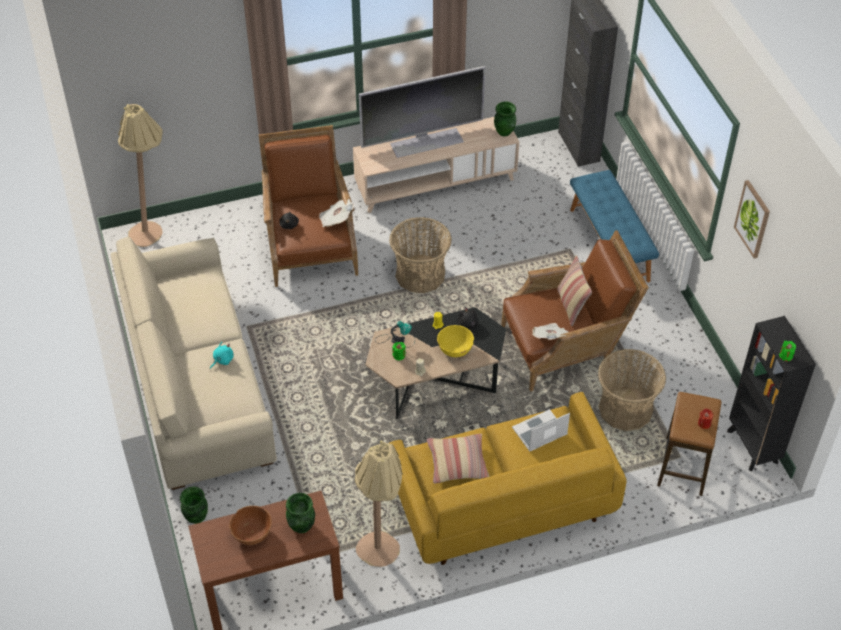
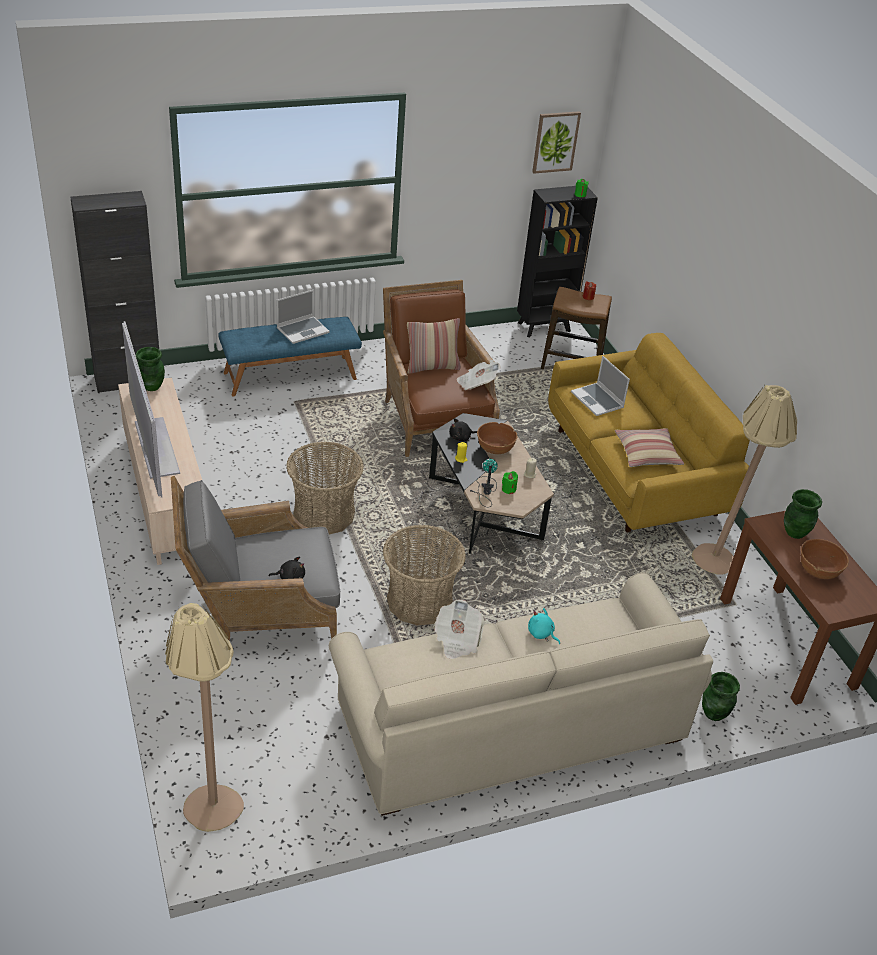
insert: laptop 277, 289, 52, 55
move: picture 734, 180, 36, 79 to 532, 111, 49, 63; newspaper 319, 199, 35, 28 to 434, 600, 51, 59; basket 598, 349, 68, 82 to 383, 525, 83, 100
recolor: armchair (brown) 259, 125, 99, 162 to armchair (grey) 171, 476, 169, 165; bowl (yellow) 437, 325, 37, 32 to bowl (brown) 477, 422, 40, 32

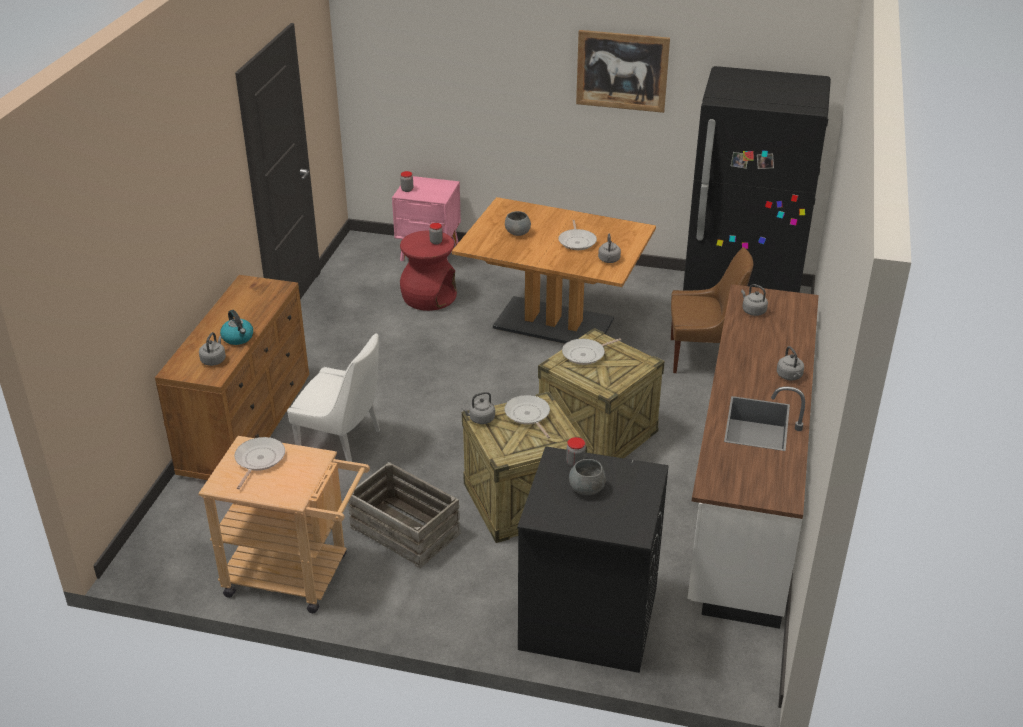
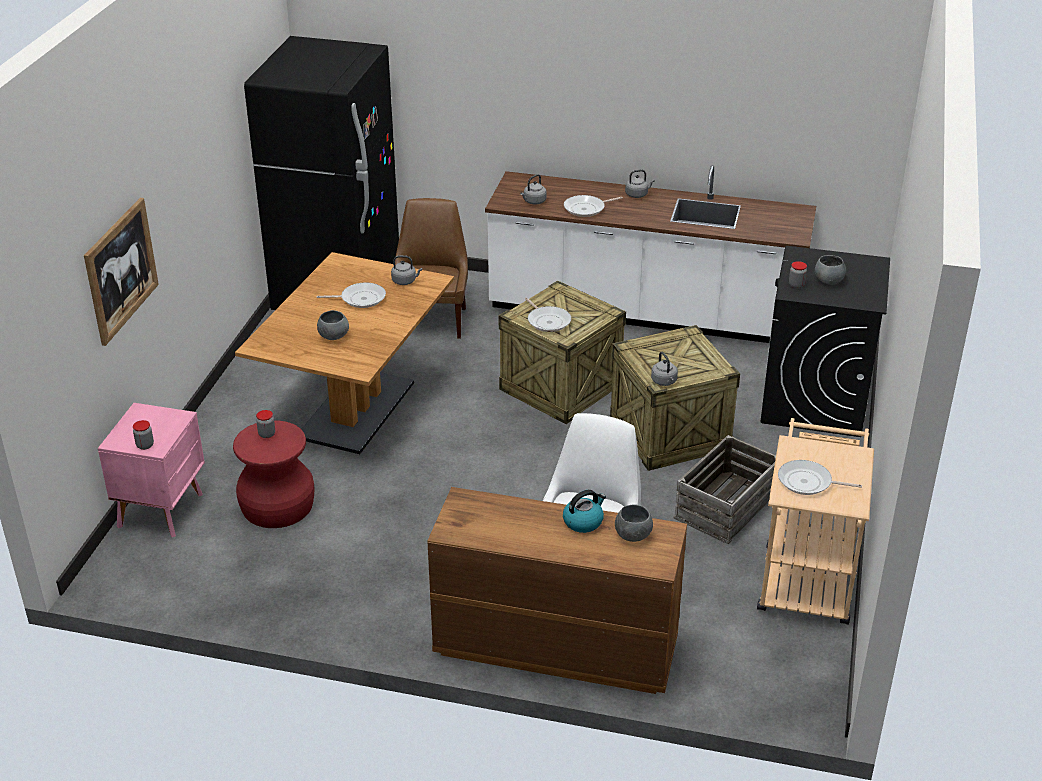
move: picture 576, 30, 94, 83 to 84, 198, 75, 148; frying pan 504, 395, 46, 43 to 564, 195, 59, 22
replace: kettle (grey) 199, 332, 27, 34 to bowl (grey) 615, 504, 38, 38

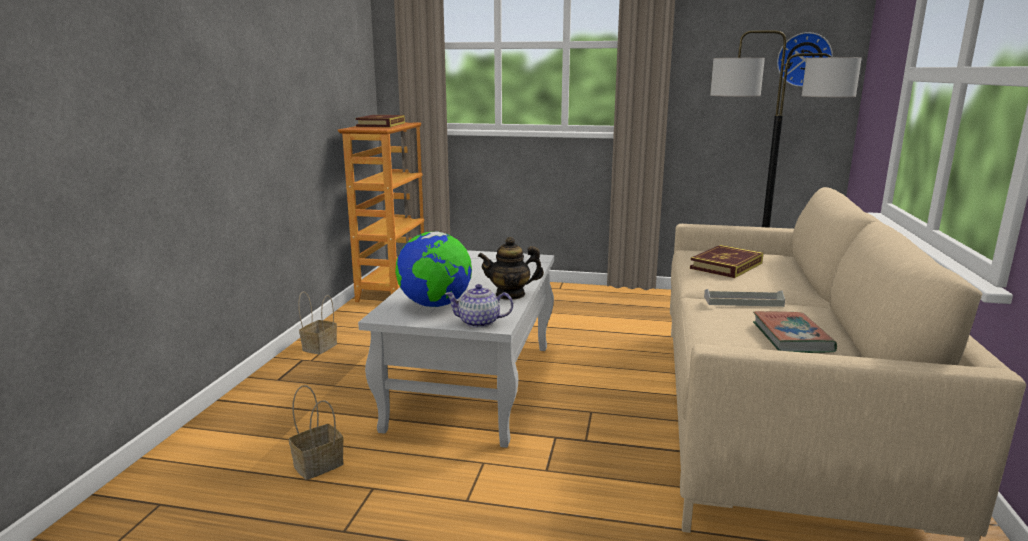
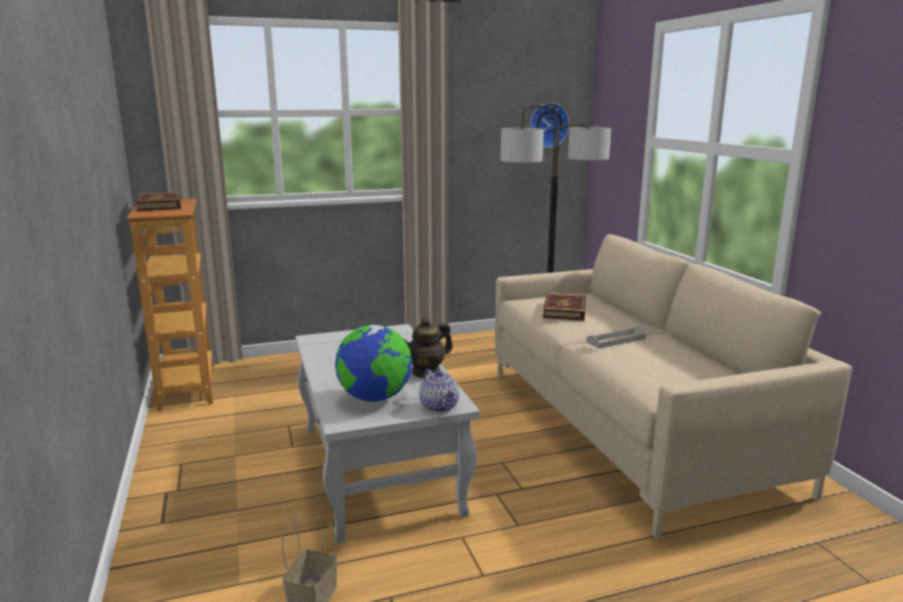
delete: basket 298, 292, 39, 62; book 753, 311, 84, 42
rotate: teapot 445, 284, 68, 44 = 419, 369, 40, 44 90 degrees counterclockwise

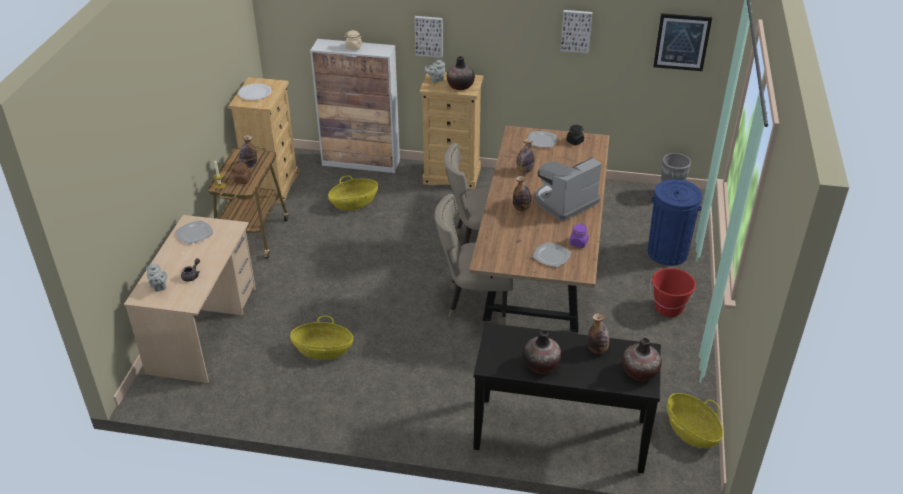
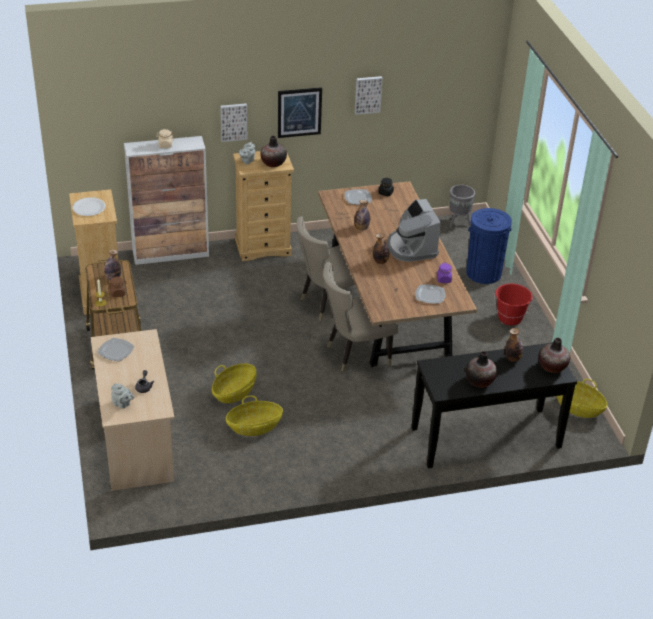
move: picture 653, 13, 59, 58 to 278, 87, 44, 51; basket 328, 175, 50, 36 to 212, 363, 45, 40
rotate: coffee machine 535, 157, 67, 64 = 387, 199, 54, 63 45 degrees counterclockwise

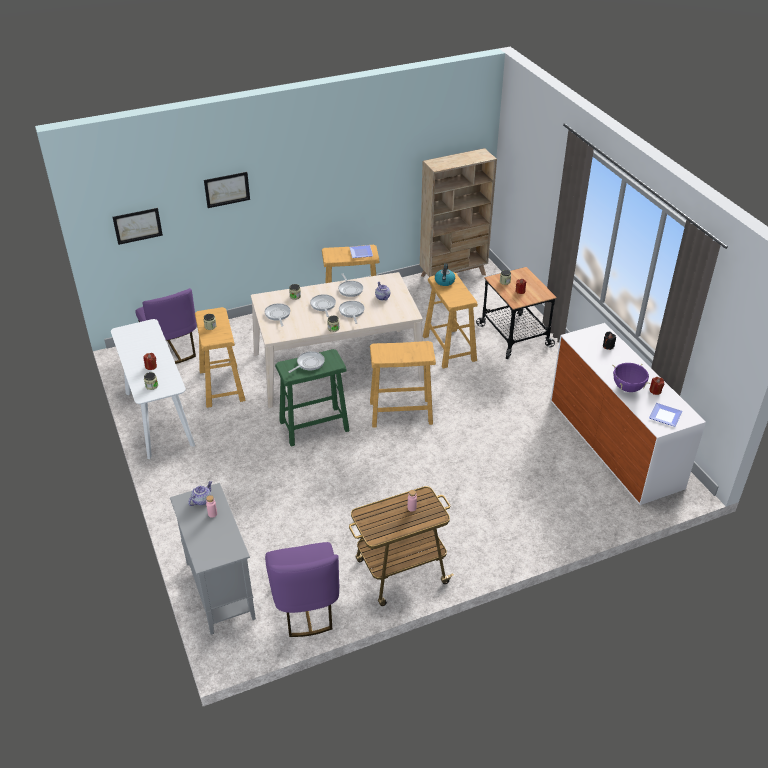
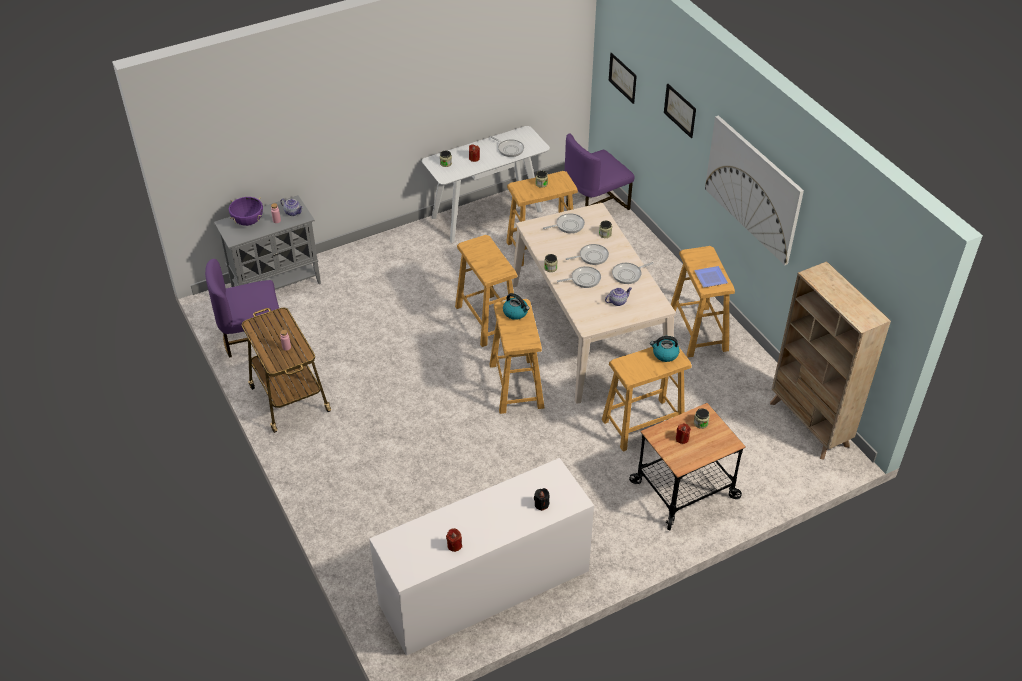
delete: plate 649, 403, 33, 24
insert: picture 705, 115, 99, 150; kettle 503, 293, 27, 27
move: frying pan 288, 351, 37, 22 to 490, 136, 34, 21; cooking pot (purple) 612, 363, 38, 29 to 229, 197, 34, 29
recolor: stool (green) 275, 349, 75, 98 to stool (beige) 455, 235, 62, 112

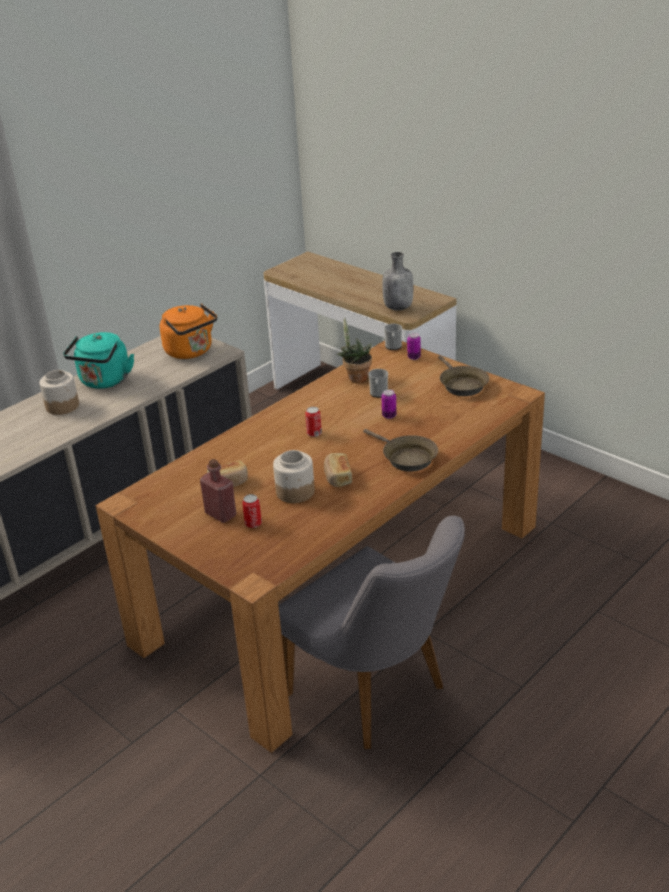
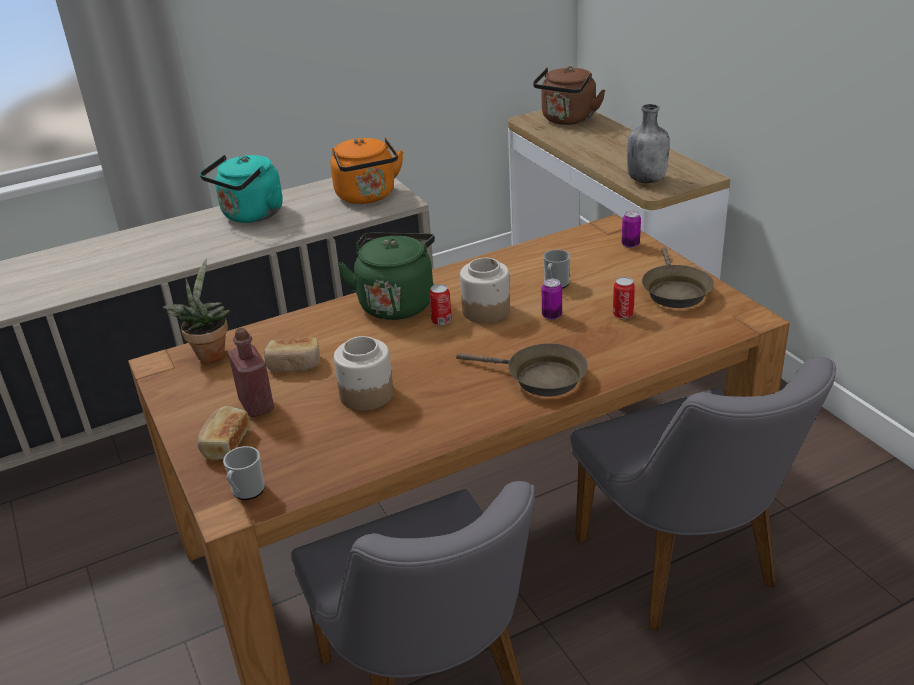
insert: kettle (brown) 533, 66, 73, 59; kettle (green) 337, 232, 98, 88; chair (grey) 570, 357, 266, 274
move: potted plant 337, 317, 35, 66 to 162, 259, 68, 103; mug 384, 324, 18, 26 to 223, 446, 42, 54; jar 40, 370, 39, 45 to 460, 258, 50, 65; bread 324, 453, 28, 34 to 197, 406, 53, 54; can 242, 494, 20, 34 to 613, 277, 22, 42
rotate: frying pan (brown) 363, 429, 75, 43 = 456, 344, 132, 53 45 degrees counterclockwise

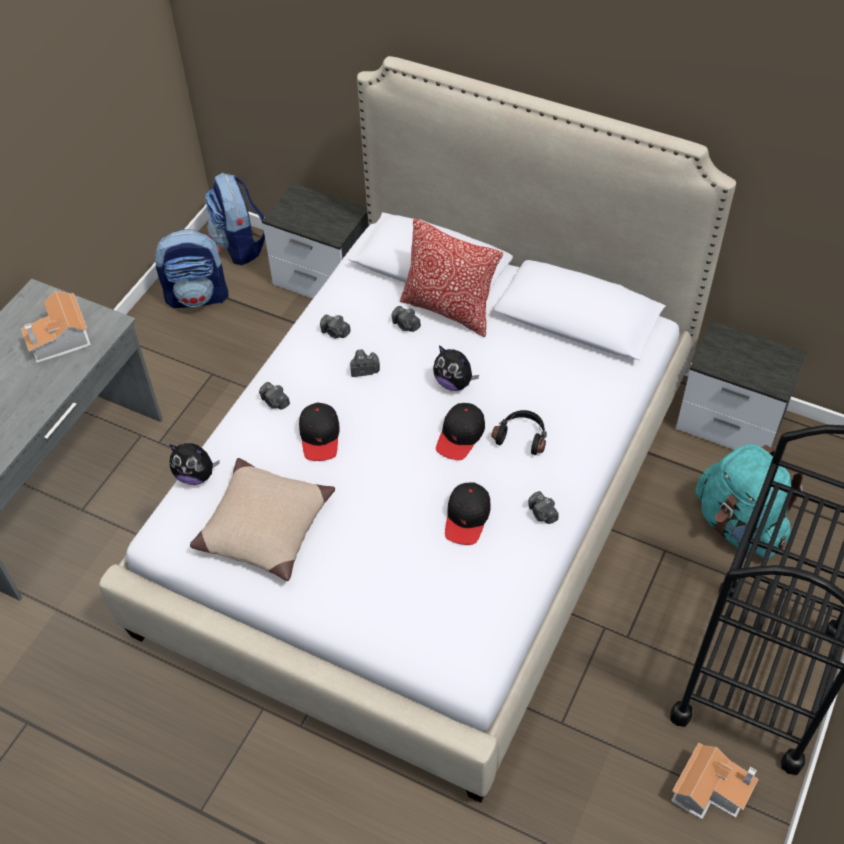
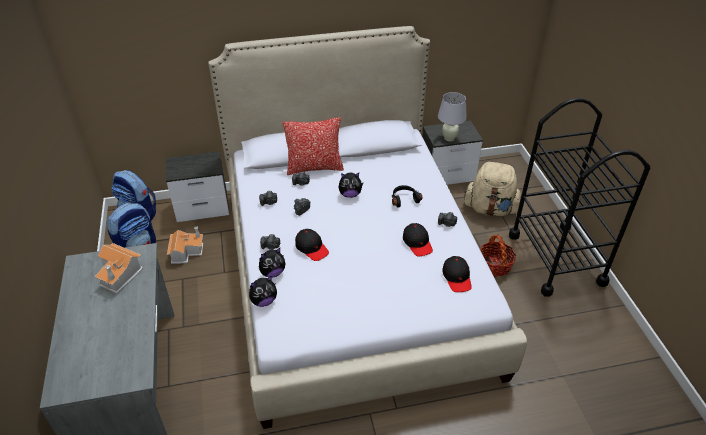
delete: pillow (beige) 190, 458, 145, 123
insert: table lamp (white) 438, 92, 29, 49; basket 480, 234, 36, 43; plush toy 259, 248, 27, 30
move: cap (black) 436, 403, 49, 57 to 442, 256, 30, 36; toy house 671, 742, 88, 77 to 167, 227, 36, 37
recolor: backpack (turquoise) 696, 444, 107, 114 to backpack (beige) 464, 162, 57, 54

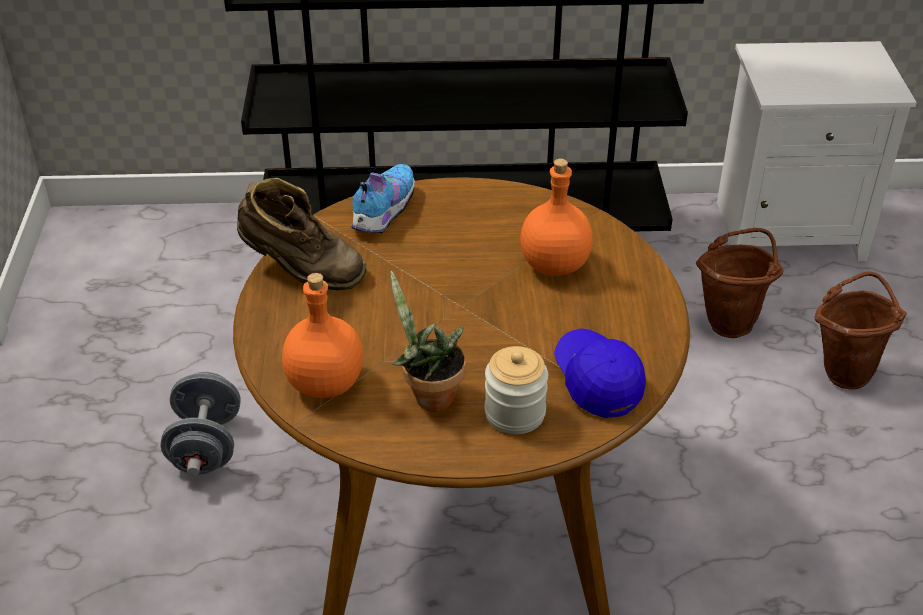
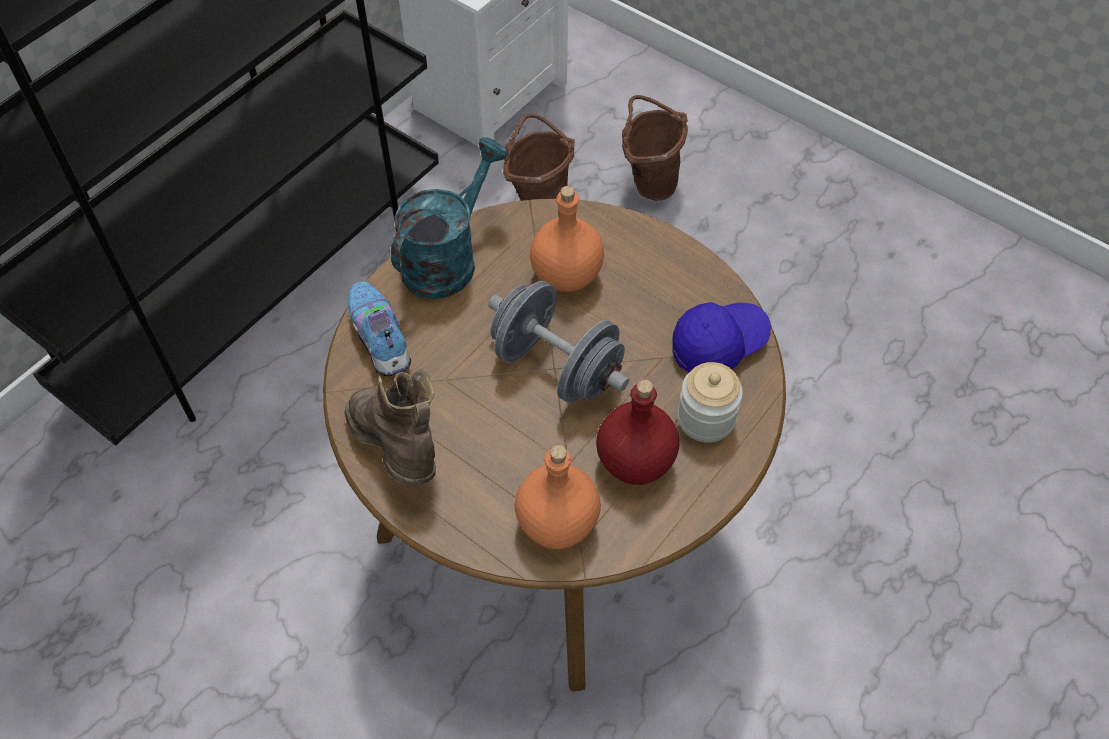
insert: watering can (turquoise) 391, 137, 117, 162
move: dumbbell (grey) 160, 372, 81, 104 to 488, 281, 141, 122
replace: potted plant 390, 271, 76, 140 to bottle (red) 596, 379, 83, 106
rotate: boot (brown) 237, 178, 129, 112 = 344, 369, 91, 116 90 degrees counterclockwise; cap (blue) 554, 329, 92, 89 = 672, 302, 99, 71 135 degrees clockwise

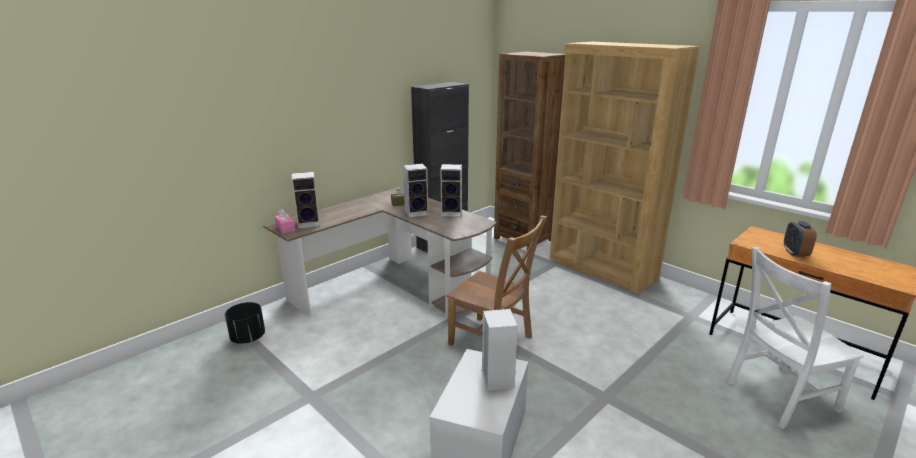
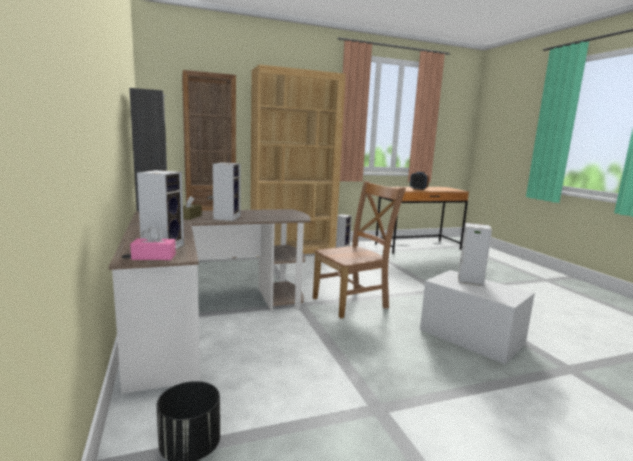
delete: chair (white) 726, 247, 138, 182
move: speaker 440, 164, 22, 53 to 336, 214, 16, 34

